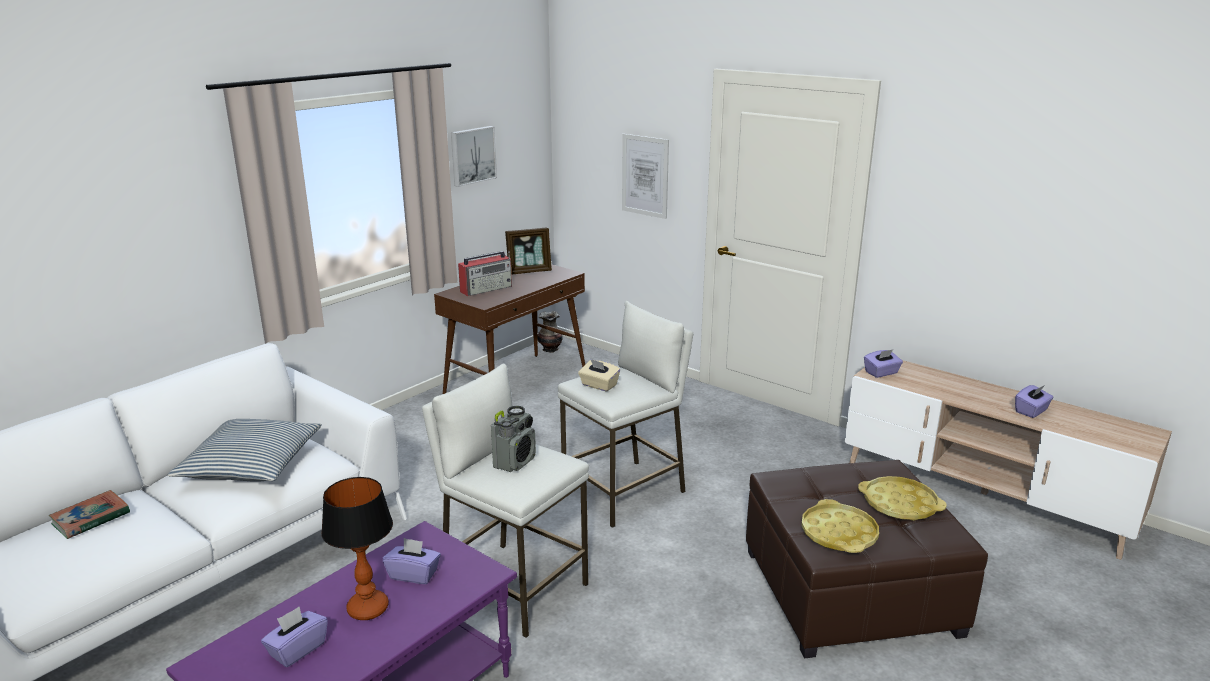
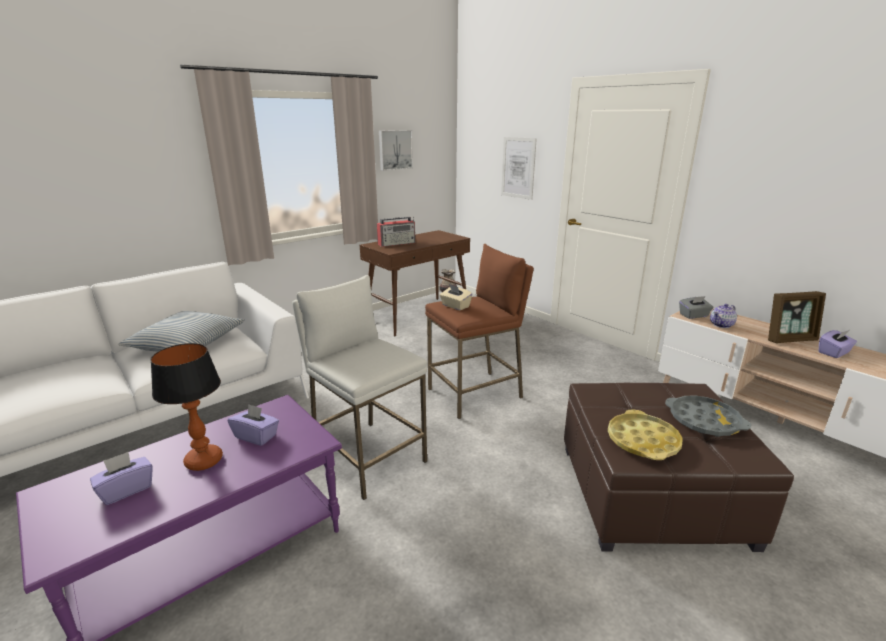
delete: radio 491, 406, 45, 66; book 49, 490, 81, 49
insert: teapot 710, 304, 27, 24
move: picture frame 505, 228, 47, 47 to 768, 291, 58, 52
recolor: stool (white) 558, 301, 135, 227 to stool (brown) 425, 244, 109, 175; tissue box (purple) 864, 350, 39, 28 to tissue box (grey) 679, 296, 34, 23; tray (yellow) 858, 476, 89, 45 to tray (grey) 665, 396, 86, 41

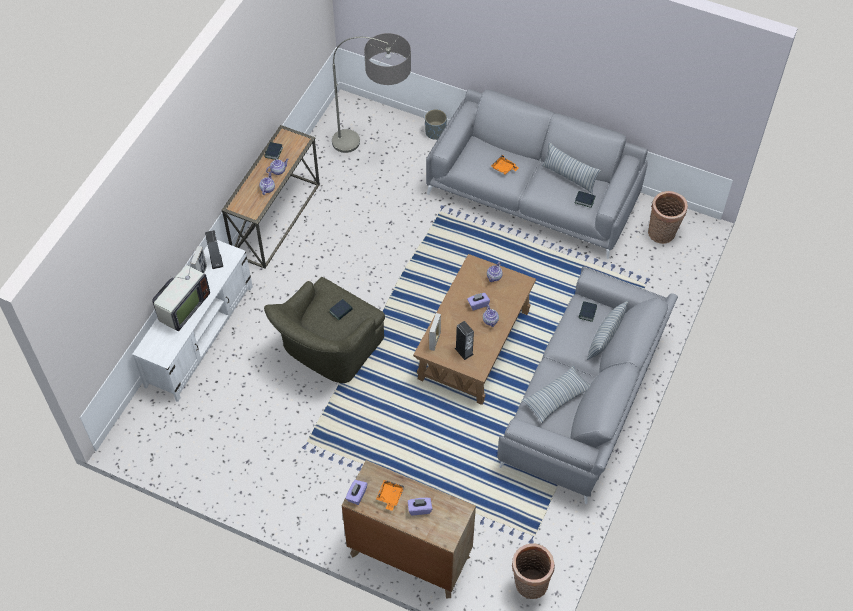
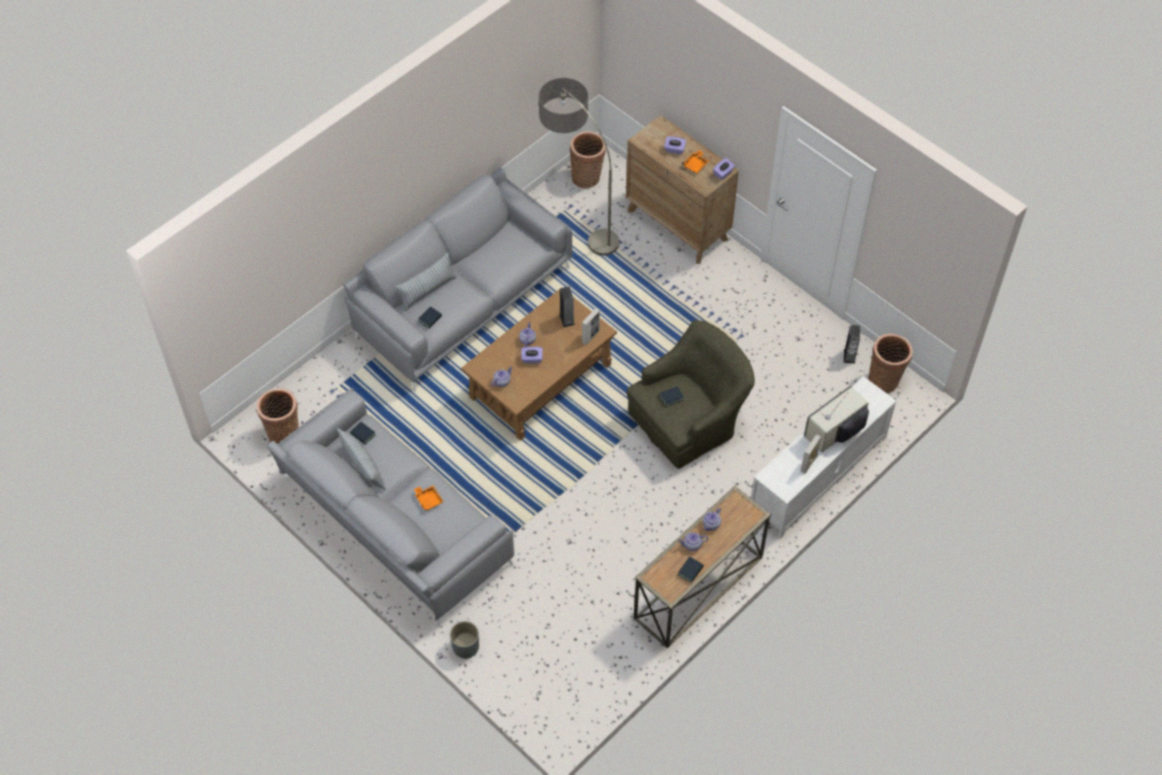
delete: pillow 521, 366, 69, 57
insert: basket 868, 334, 45, 59
move: floor lamp 332, 33, 79, 120 to 539, 78, 80, 177; speaker 205, 230, 18, 39 to 844, 325, 16, 39

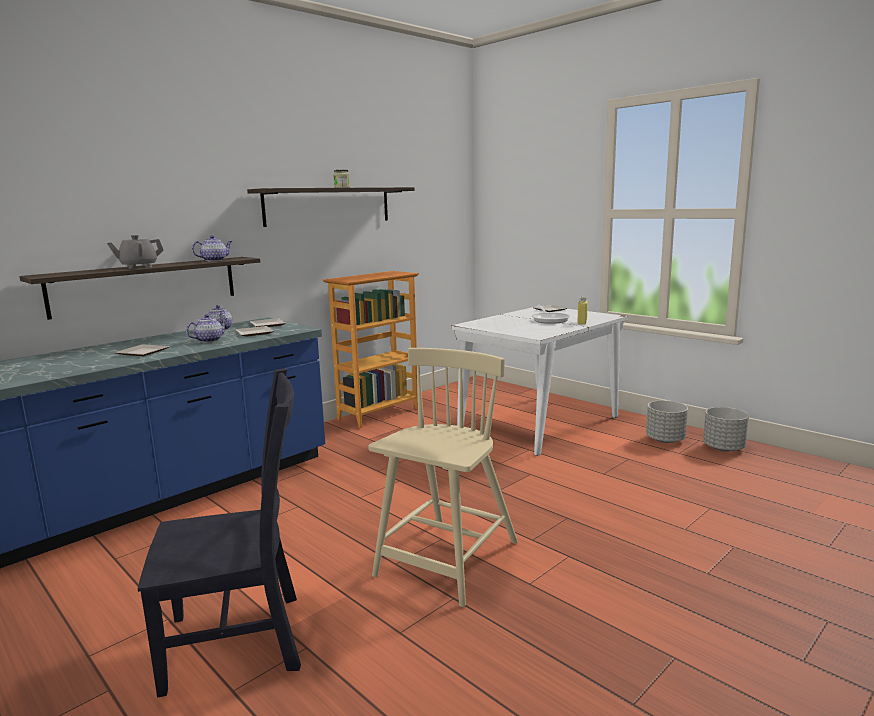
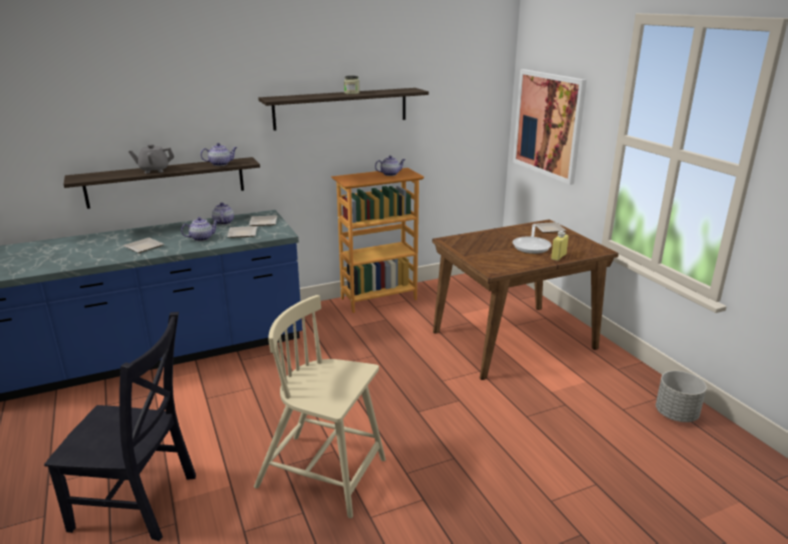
delete: planter (grey) 646, 400, 42, 43
insert: picture 513, 69, 74, 116; teapot 375, 155, 30, 21
recolor: dining table (white) 451, 306, 177, 150 to dining table (brown) 432, 219, 187, 161
rotate: chair (beige) 368, 348, 150, 259 = 254, 295, 132, 223 120 degrees counterclockwise

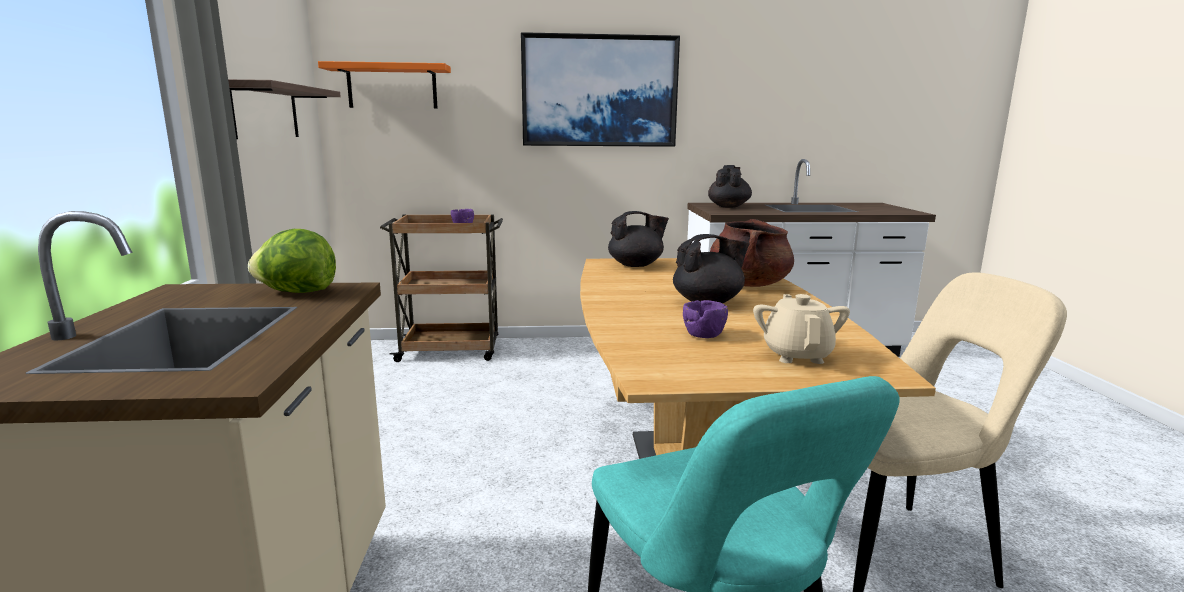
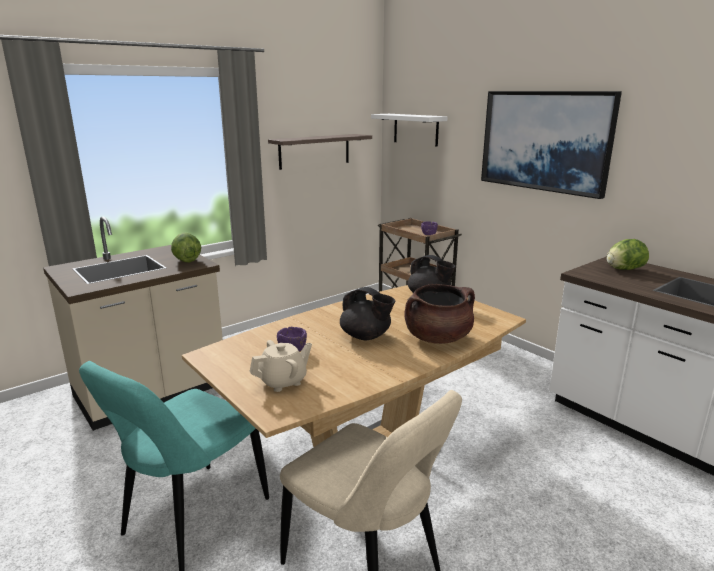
replace: teapot (black) 708, 165, 44, 43 to lettuce 607, 239, 42, 31
recolor: shelf (orange) 318, 61, 133, 48 to shelf (white) 371, 114, 77, 33

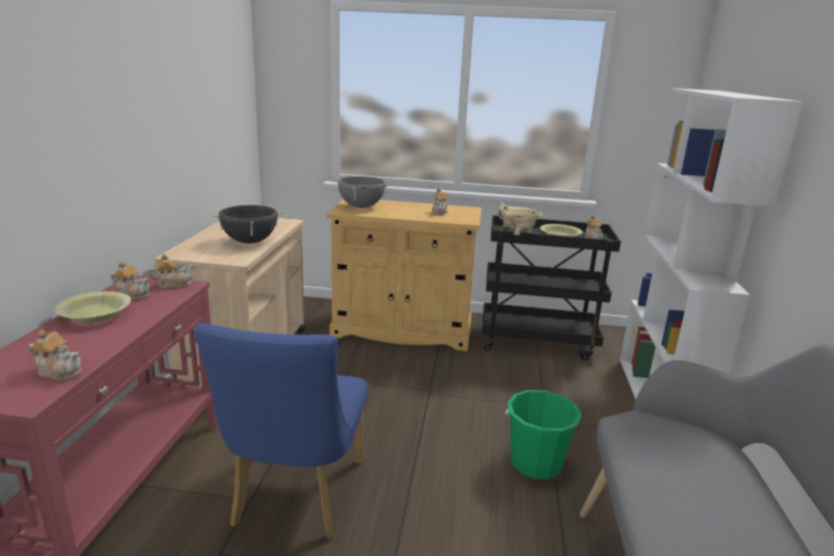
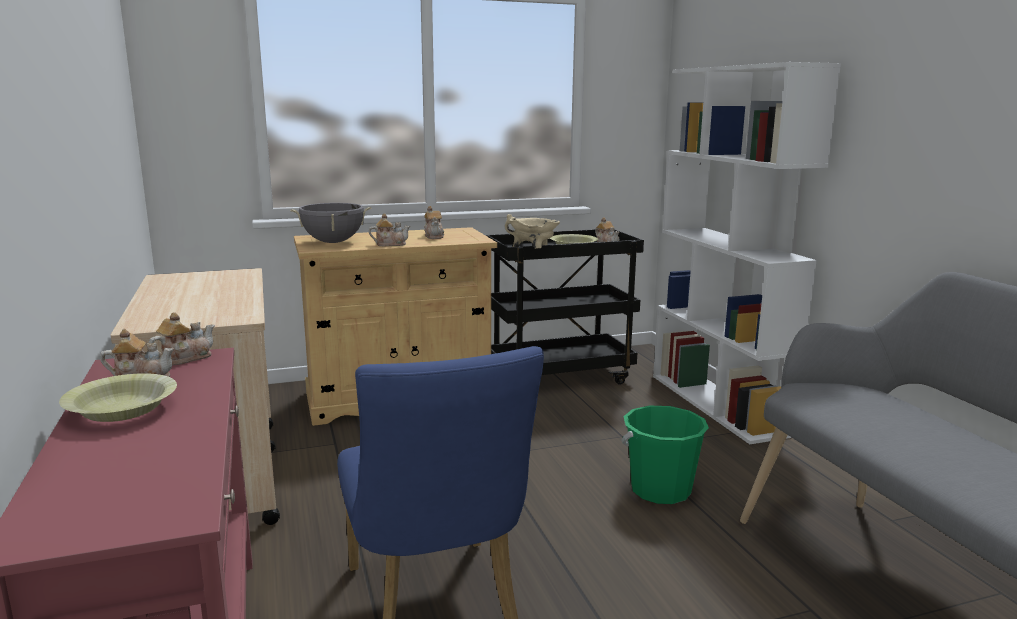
delete: cooking pot (black) 211, 205, 73, 39
move: teapot 29, 330, 53, 51 to 369, 213, 41, 33

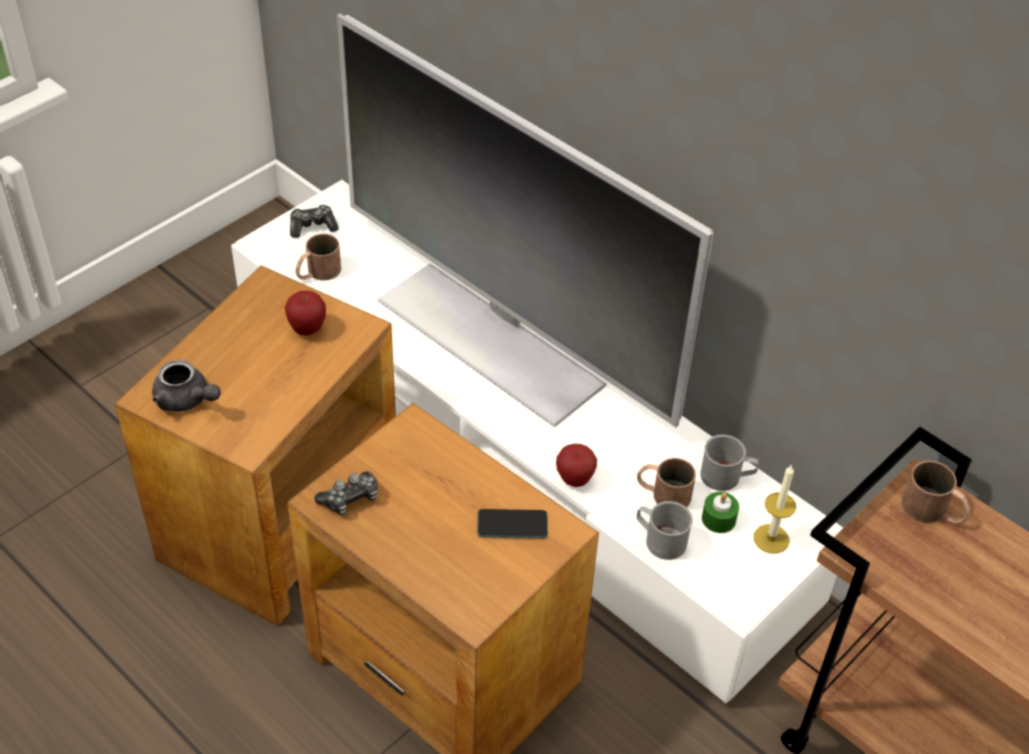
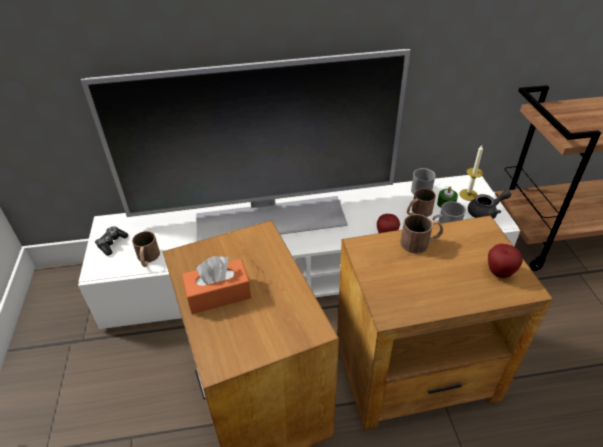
delete: game controller 314, 471, 64, 45; phone 477, 509, 71, 30
insert: tissue box (orange) 182, 256, 69, 58
move: apple 285, 291, 41, 45 to 488, 244, 35, 34; teapot (grey) 152, 360, 69, 52 to 468, 190, 43, 29; mug (brown) 902, 461, 68, 63 to 401, 214, 42, 40

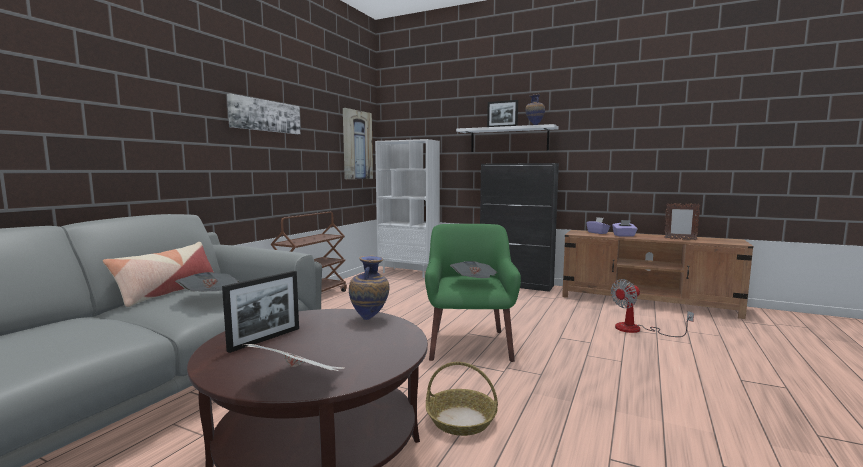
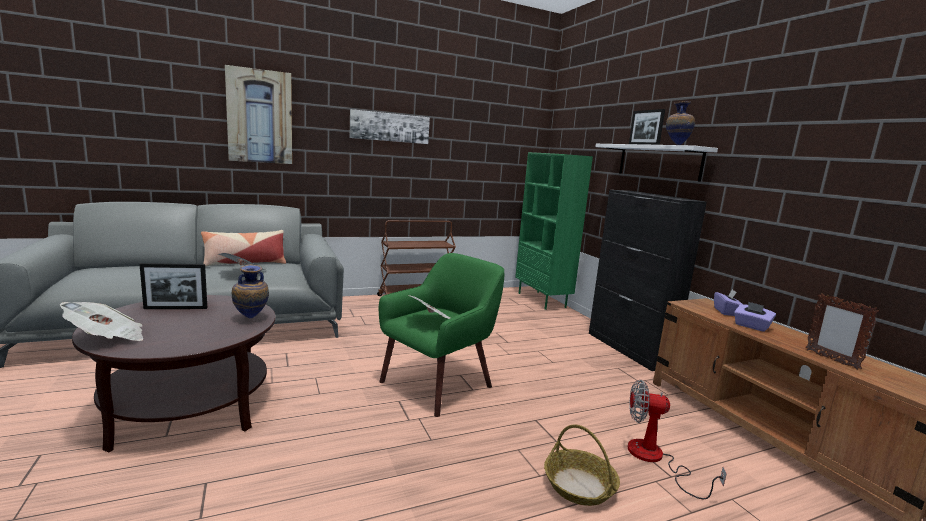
move: picture 343, 108, 30, 71 to 225, 65, 67, 99; basket 426, 362, 72, 74 to 544, 424, 76, 82
recolor: bookcase (white) 375, 139, 65, 139 to bookcase (green) 515, 152, 78, 158

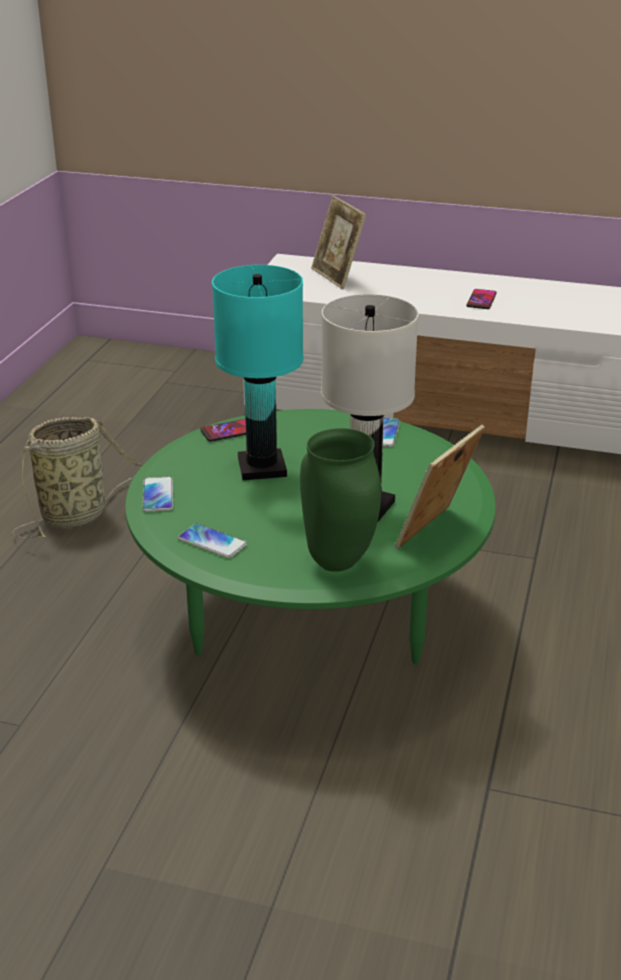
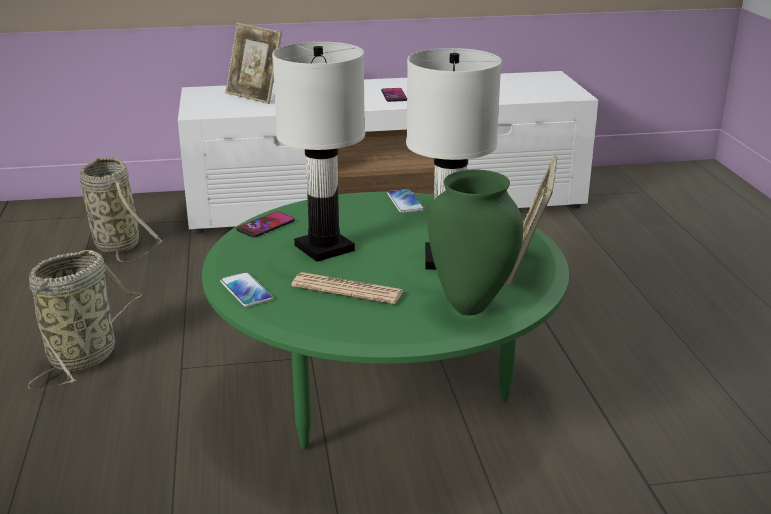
delete: phone 178, 523, 69, 35
insert: basket 79, 157, 84, 106; newspaper 291, 272, 113, 32
recolor: table lamp (turquoise) 212, 265, 92, 215 to table lamp (white) 272, 42, 93, 220

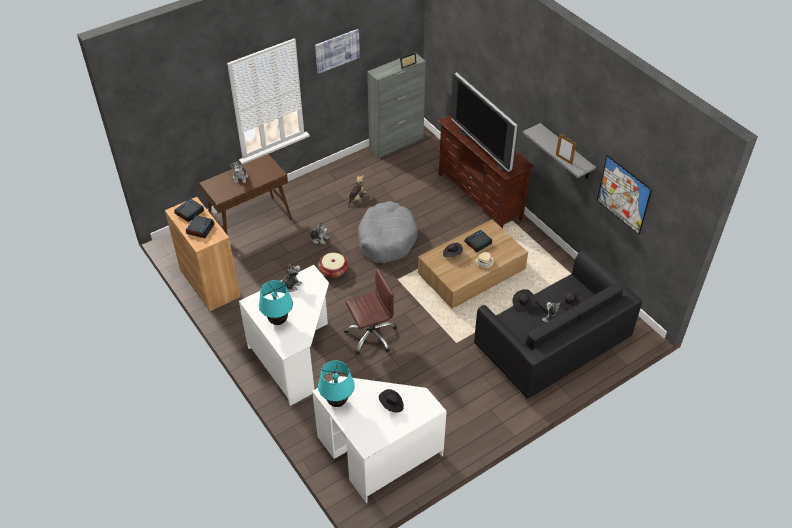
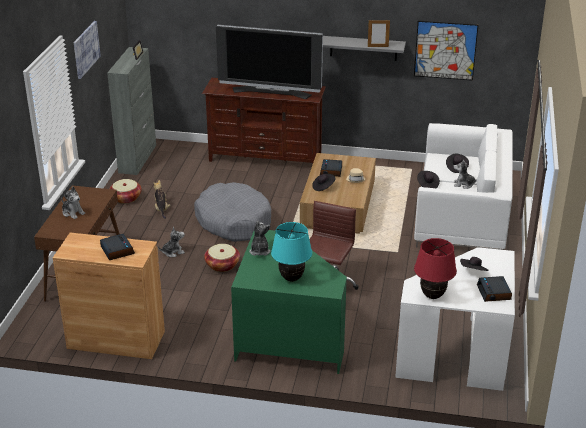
insert: basket 110, 179, 31, 25
move: alarm clock 175, 198, 29, 24 to 477, 276, 35, 26
recolor: sofa (black) 474, 250, 169, 152 to sofa (white) 414, 123, 99, 127; desk (white) 239, 265, 90, 141 to desk (green) 231, 230, 116, 144; table lamp (turquoise) 318, 360, 37, 47 to table lamp (red) 414, 238, 43, 61

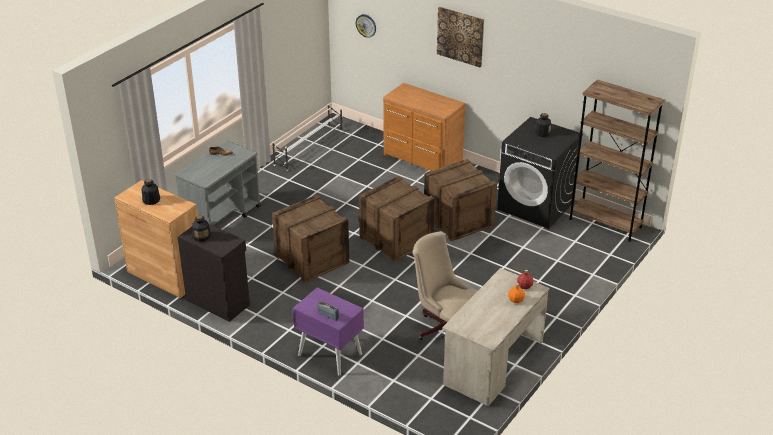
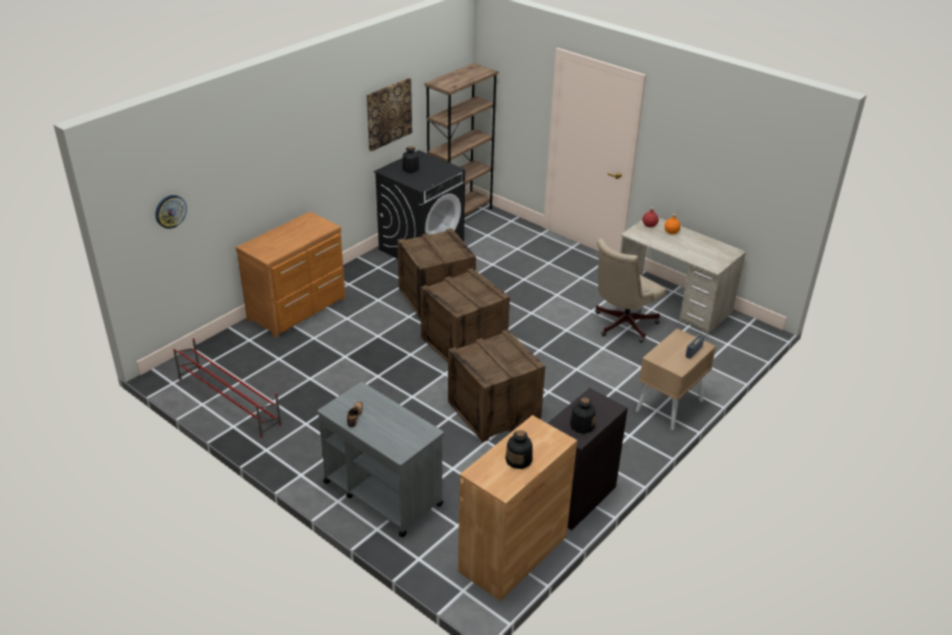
move: picture 437, 7, 47, 60 to 366, 78, 46, 73
recolor: shoe rack (white) 272, 104, 71, 67 to shoe rack (red) 173, 338, 109, 100; nightstand (purple) 293, 288, 71, 88 to nightstand (beige) 636, 328, 80, 102

